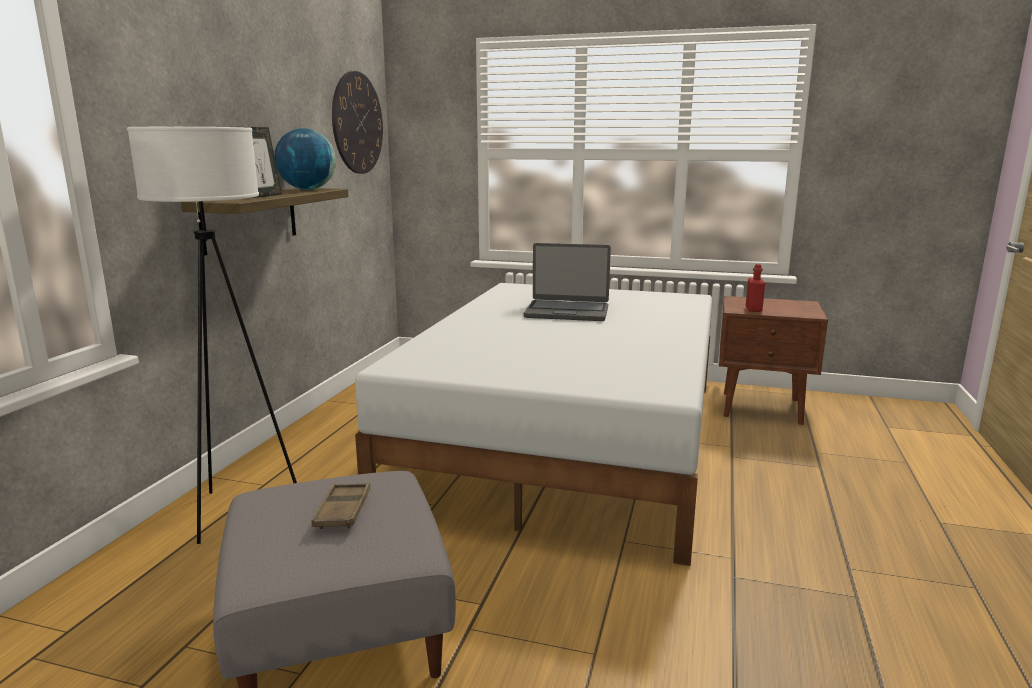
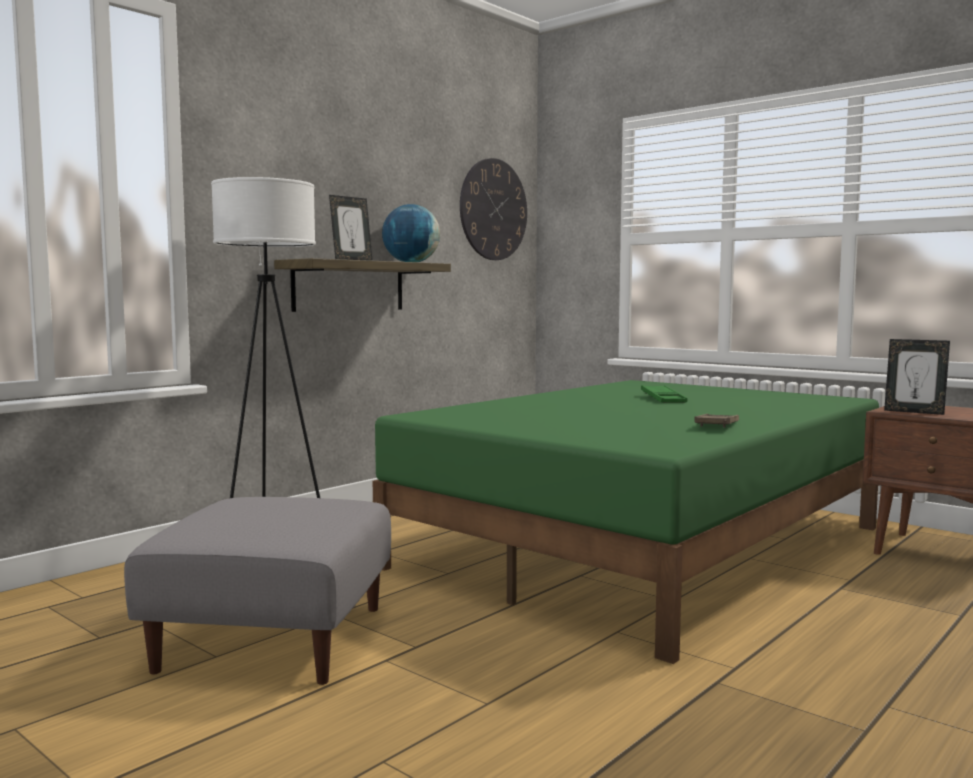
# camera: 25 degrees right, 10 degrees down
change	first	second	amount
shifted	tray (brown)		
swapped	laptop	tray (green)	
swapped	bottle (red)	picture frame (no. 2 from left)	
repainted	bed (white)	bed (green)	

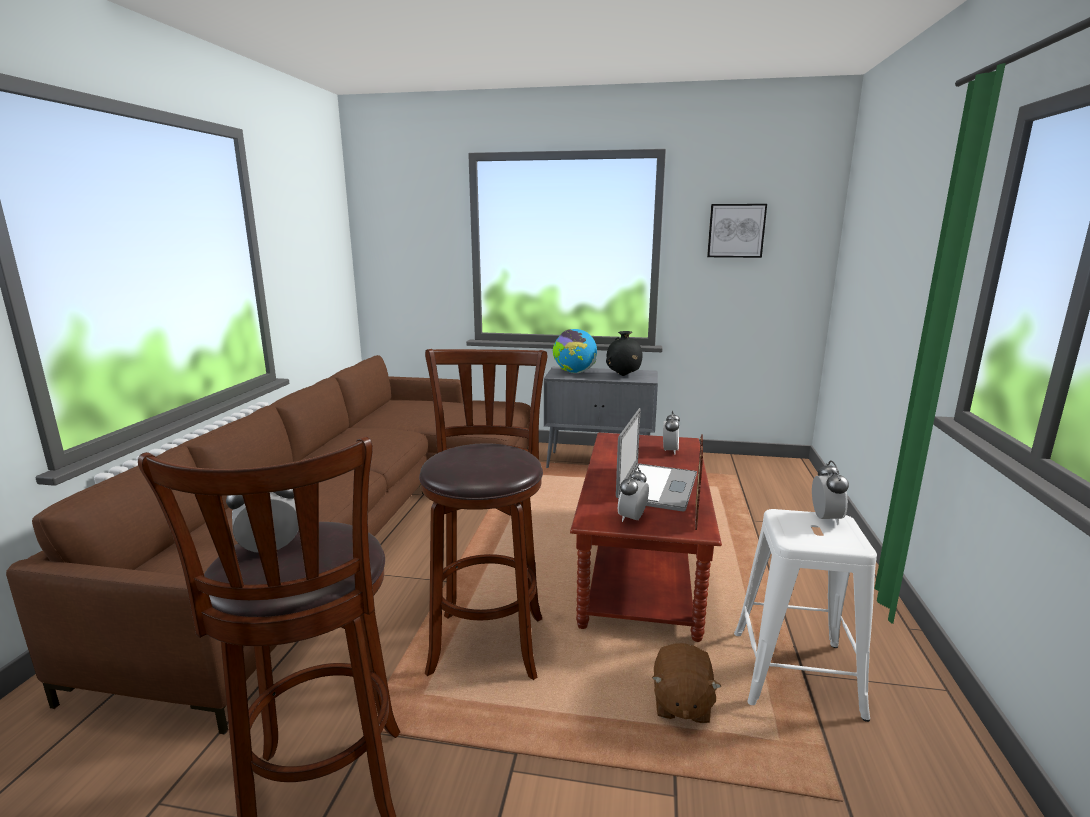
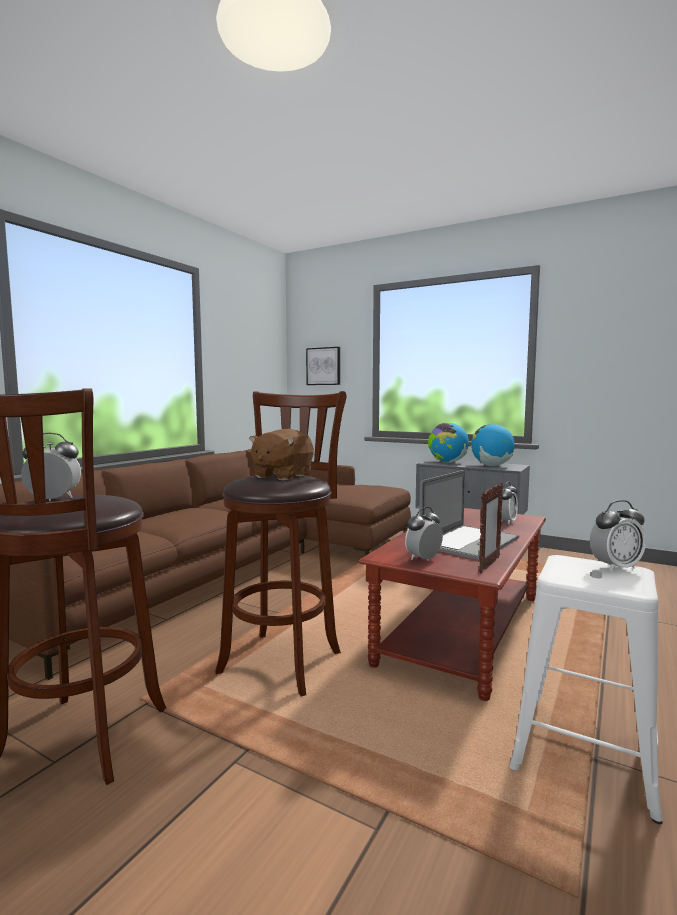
# camera: 20 degrees right, 10 degrees down
change	first	second	amount
shifted	plush toy (brown)		
shifted	picture		
swapped	vase (black)	globe (no. 2 from left)	
rotated	alarm clock (no. 4 from left)		45 degrees clockwise

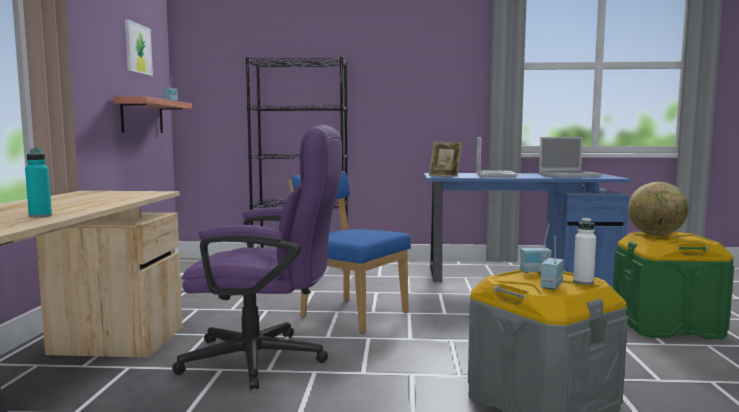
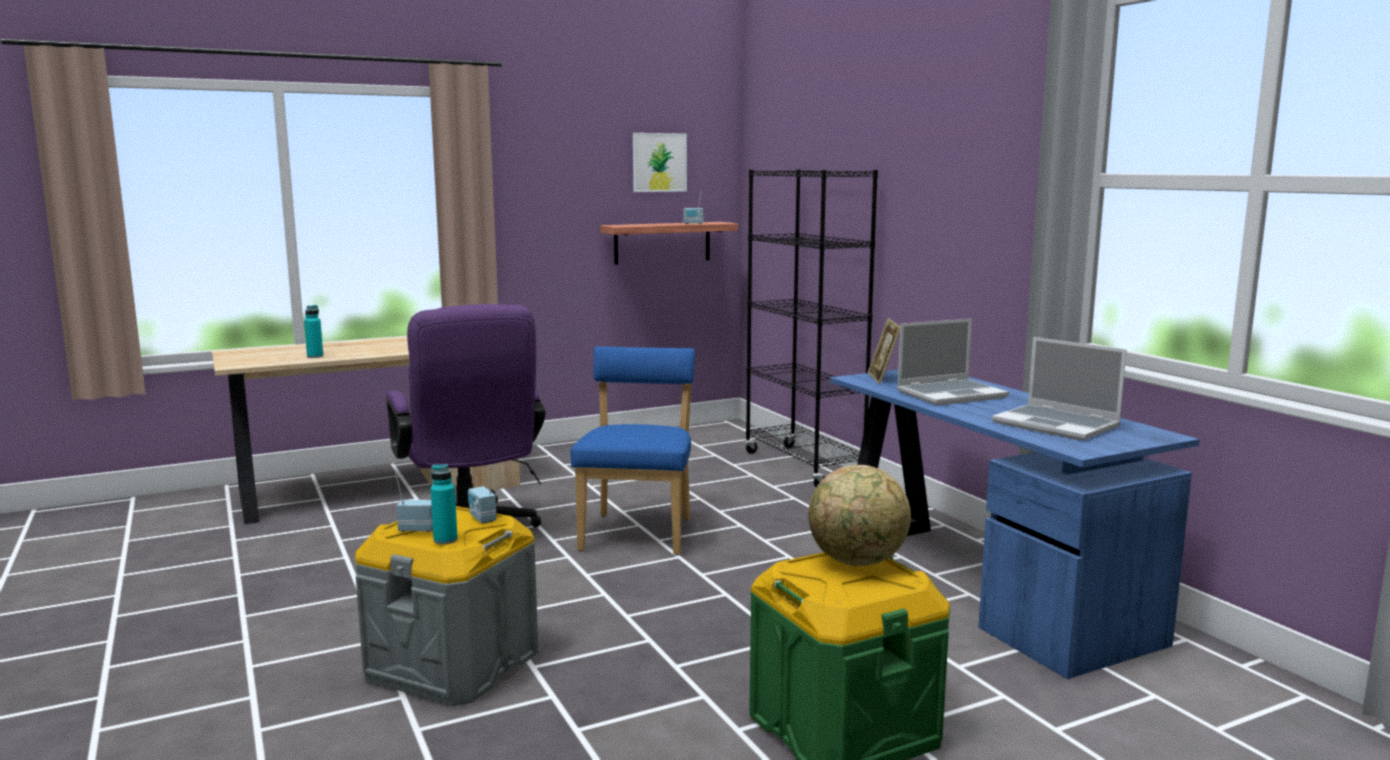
# camera: 60 degrees right, 5 degrees up
change	first	second	amount
repainted	bottle (white)	bottle (turquoise) (no. 2 from left)	

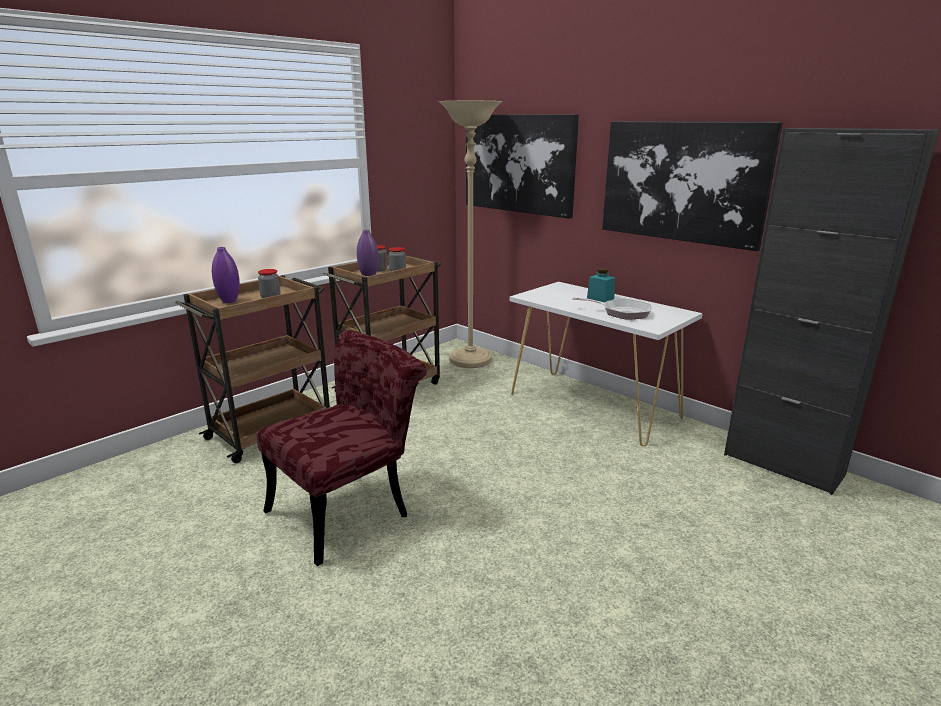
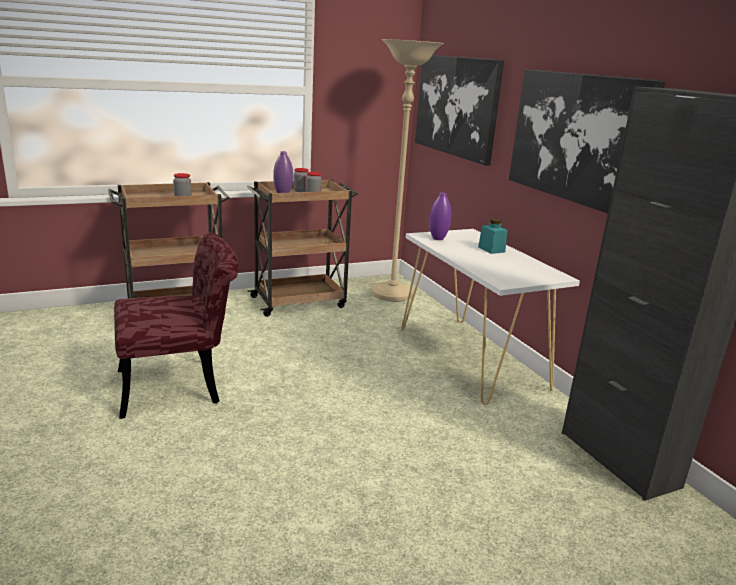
# camera: 20 degrees right, 0 degrees up
change	first	second	amount
gone	frying pan		
shifted	vase (purple) (no. 1 from left in the first image)	vase (purple) (no. 2 from left)	

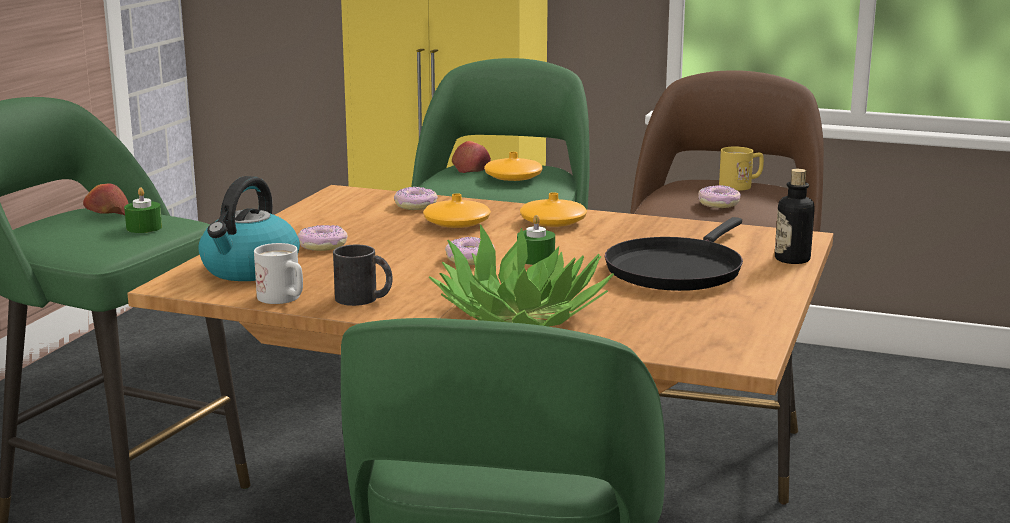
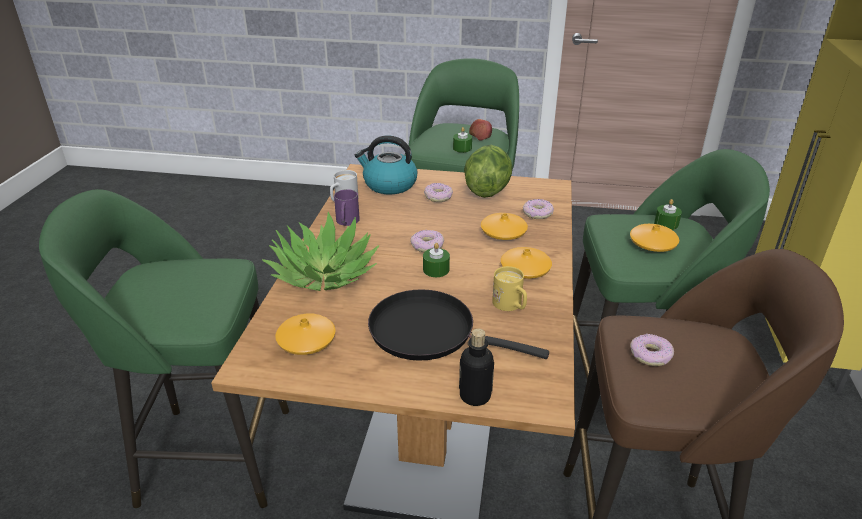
# camera: 80 degrees right, 15 degrees up
change	first	second	amount
new		vase (orange) (no. 1 from left)	
new		lettuce	
shifted	mug (yellow)		
swapped	apple (no. 2 from left)	candle (green) (no. 3 from left)	
repainted	mug (black)	mug (purple)	

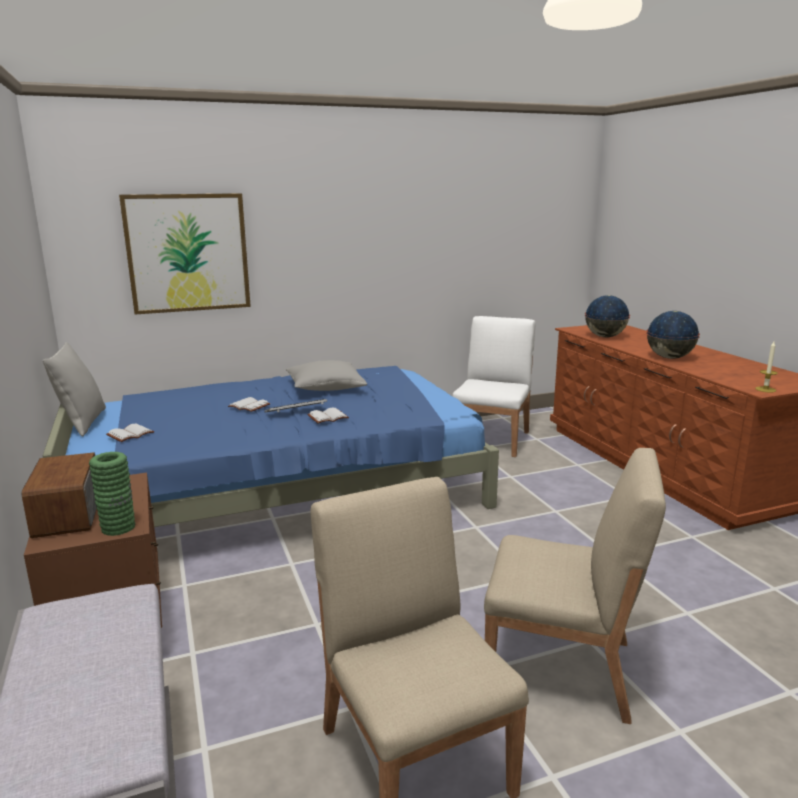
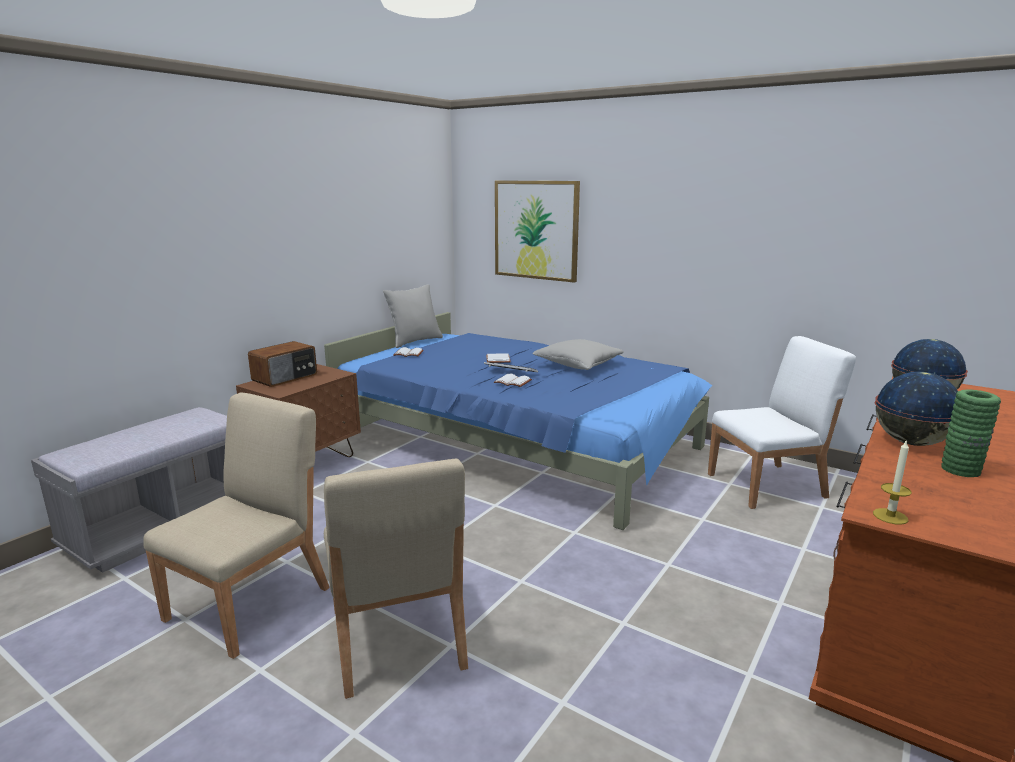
# camera: 55 degrees right, 0 degrees up
change	first	second	amount
shifted	vase (green)		

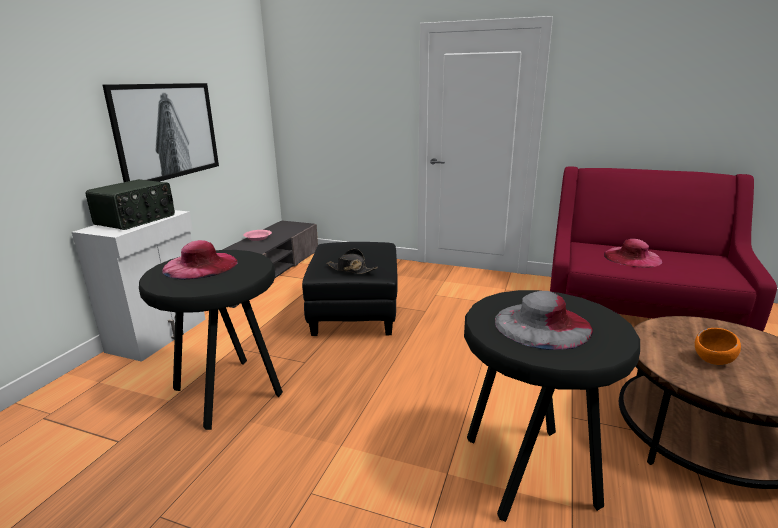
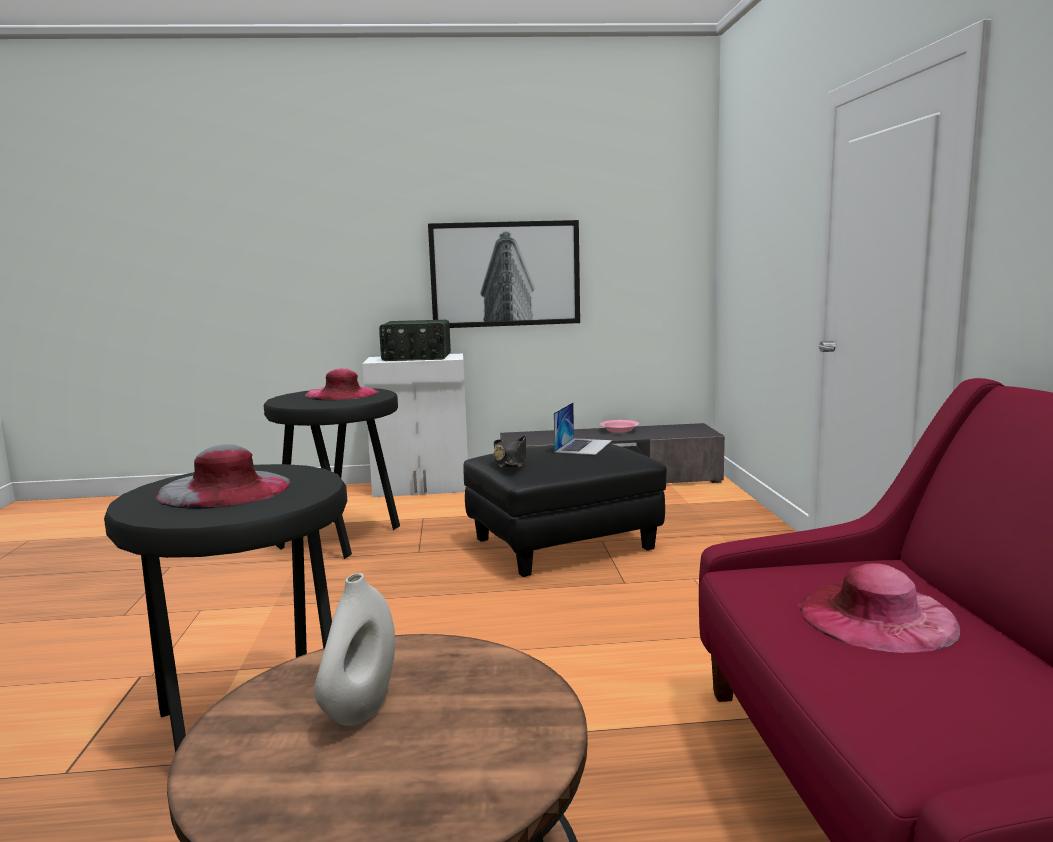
# camera: 65 degrees right, 10 degrees down
change	first	second	amount
new		laptop	
swapped	bowl (orange)	vase (white)	

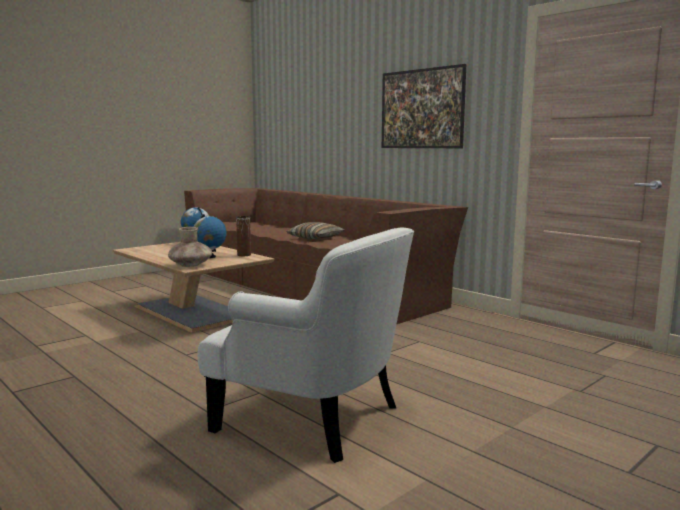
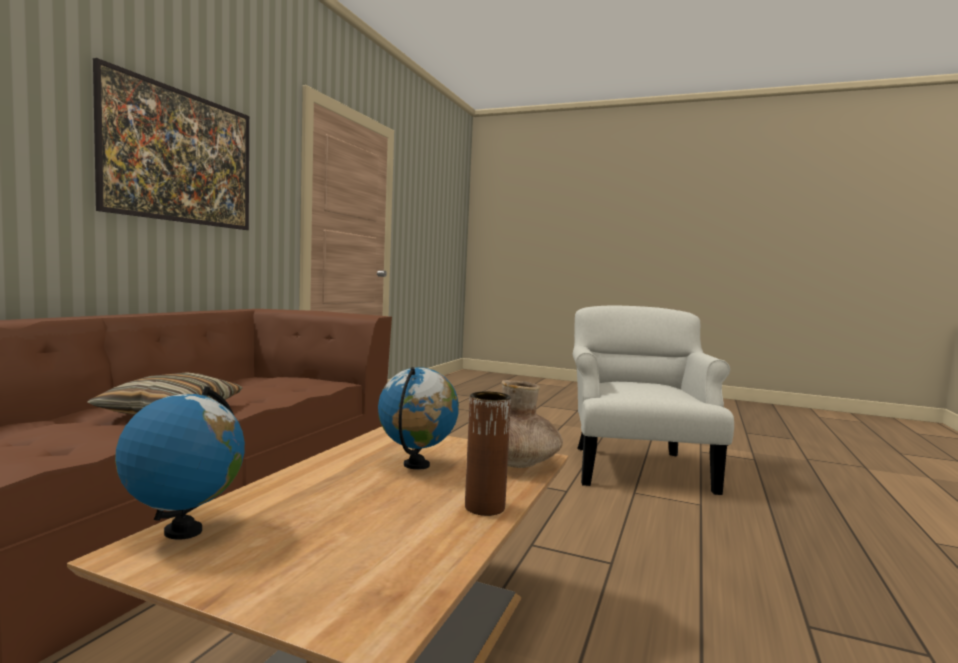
# camera: 115 degrees left, 5 degrees down
change	first	second	amount
shifted	vase (brown) (no. 2 from left in the first image)	vase (brown) (no. 1 from left)	

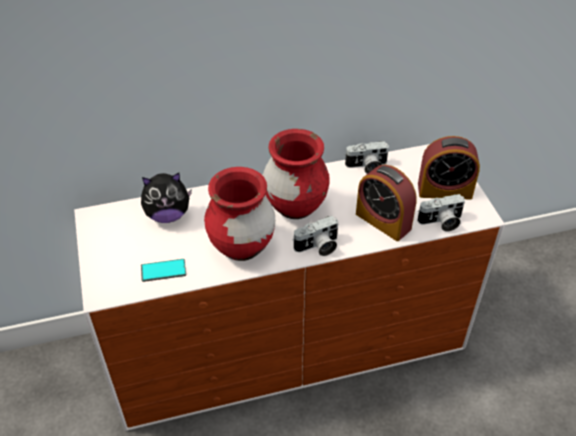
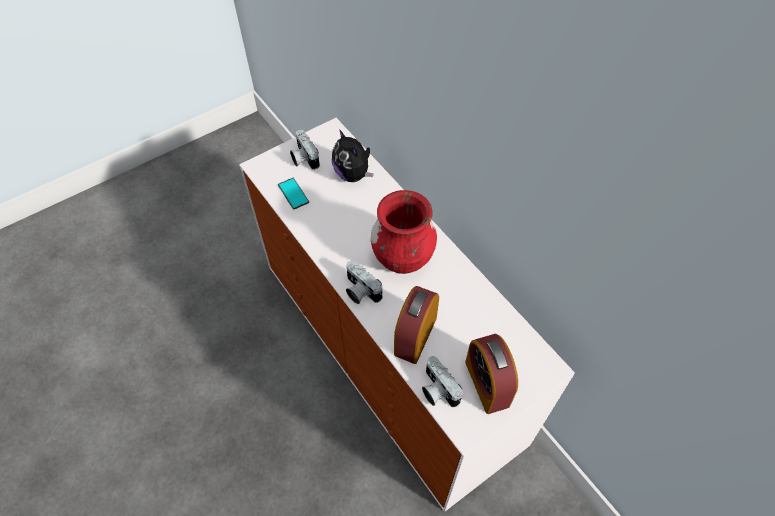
# camera: 70 degrees right, 10 degrees up
change	first	second	amount
gone	vase (red) (no. 1 from left)		
shifted	photo camera (no. 2 from left in the first image)	photo camera (no. 1 from left)	

